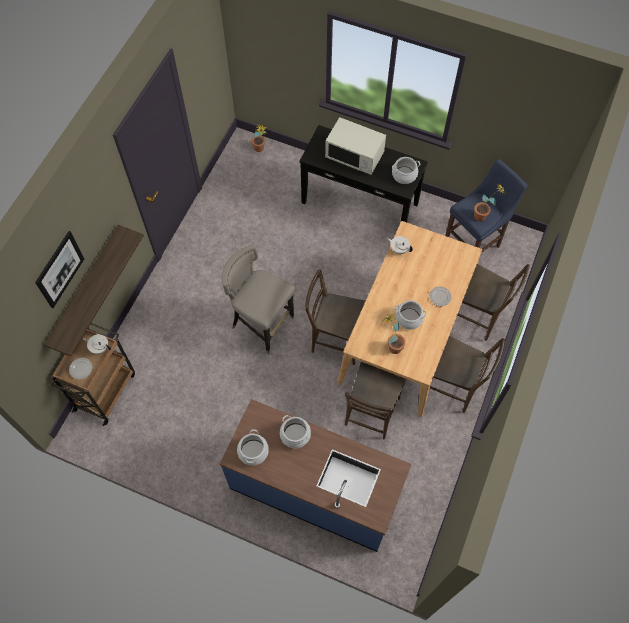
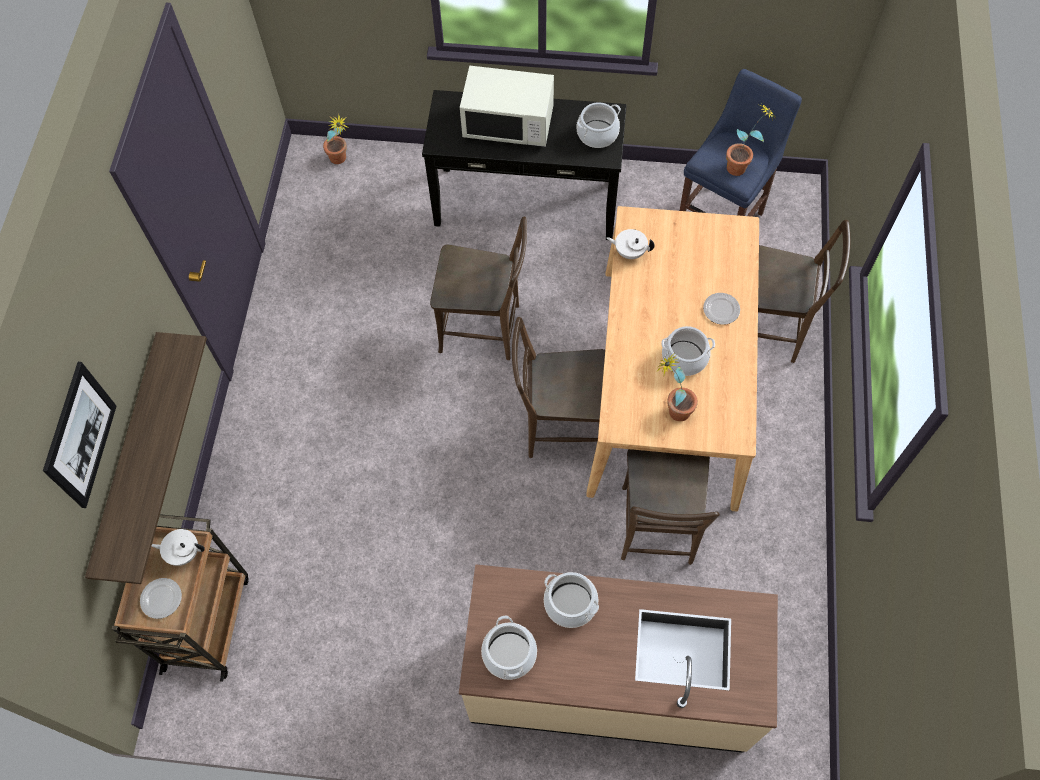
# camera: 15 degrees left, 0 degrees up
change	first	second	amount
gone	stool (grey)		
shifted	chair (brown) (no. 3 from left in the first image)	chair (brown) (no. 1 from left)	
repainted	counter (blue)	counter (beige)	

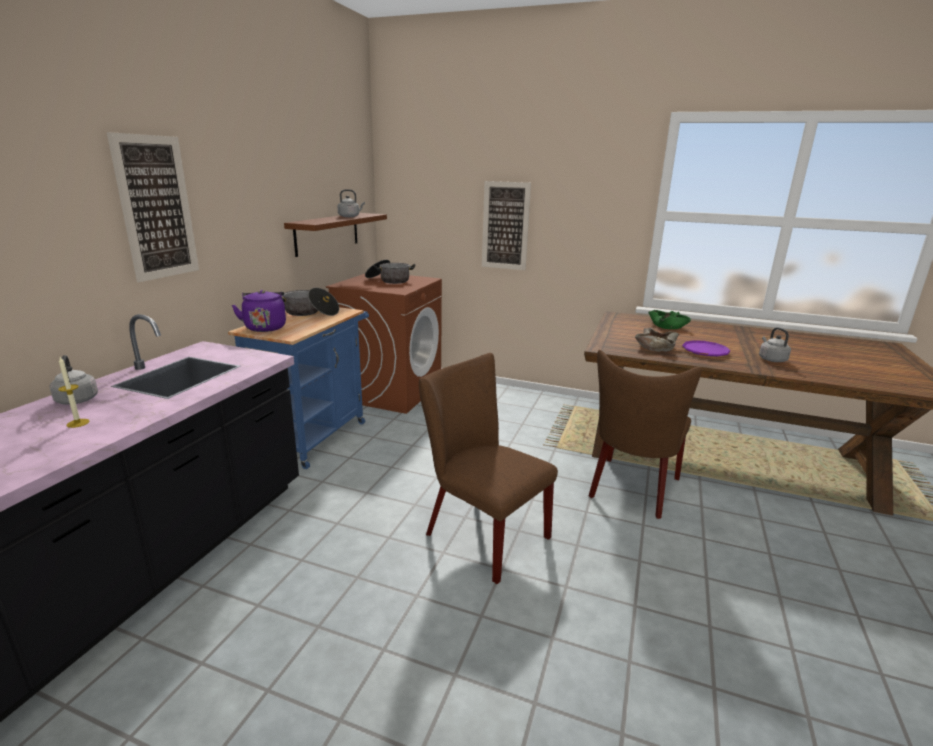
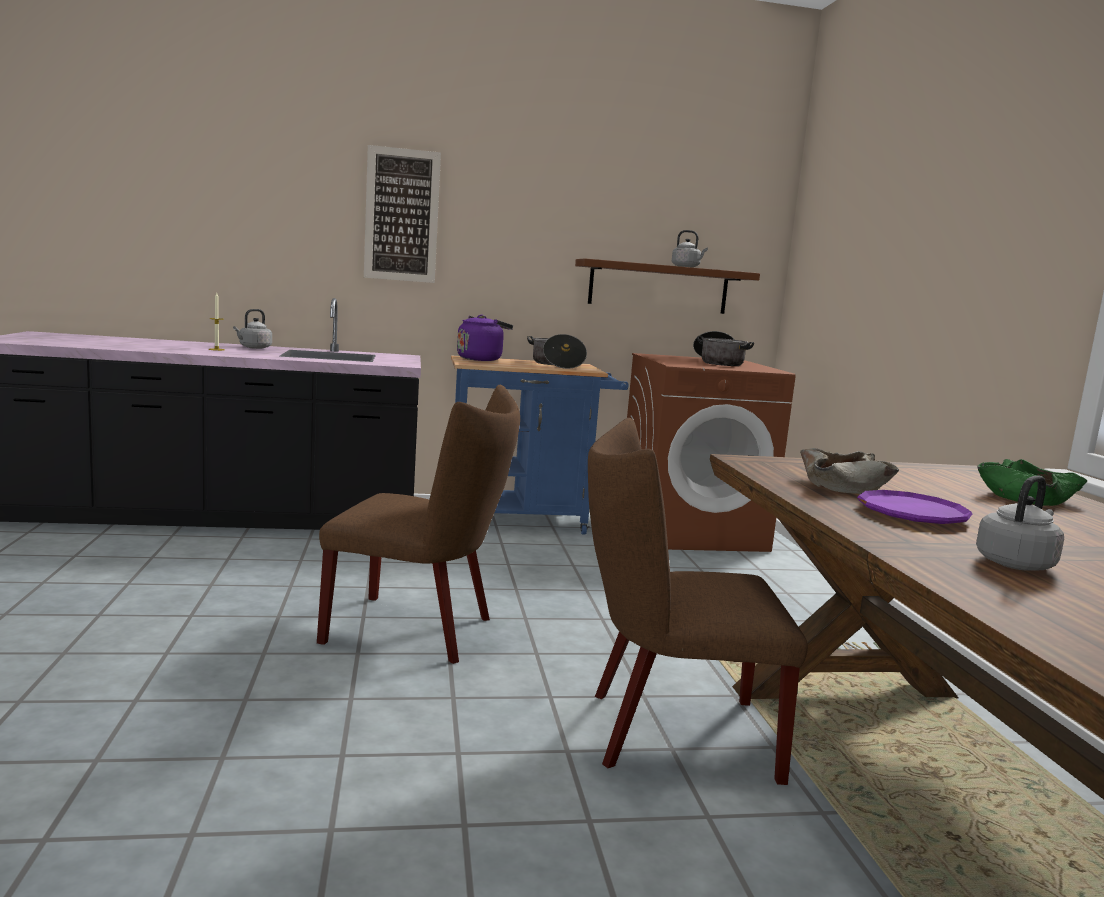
# camera: 60 degrees right, 10 degrees down
change	first	second	amount
gone	picture (no. 2 from left)		
rotated	chair (brown) (no. 1 from left)		90 degrees clockwise

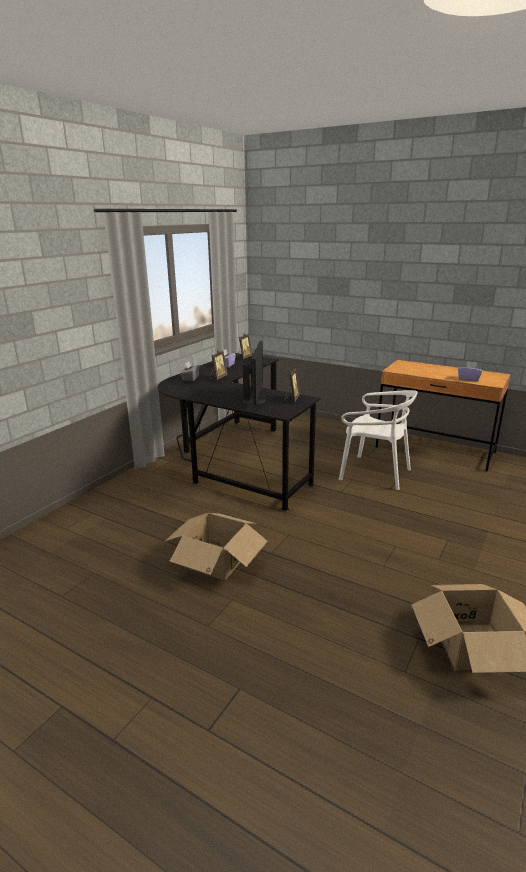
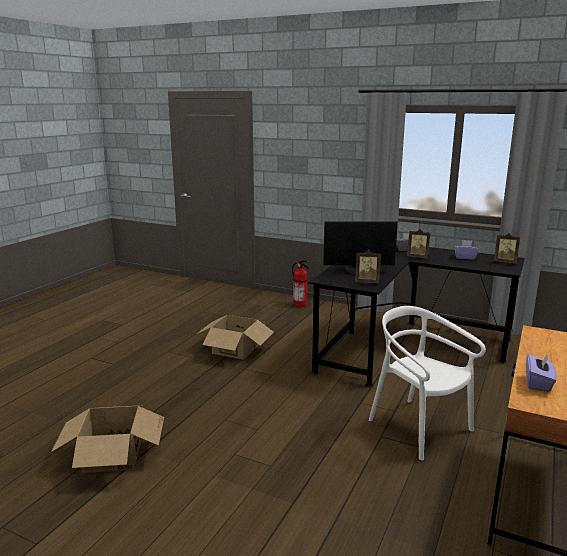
# camera: 85 degrees right, 5 degrees down
change	first	second	amount
new		fire extinguisher	
rotated	chair (white)		120 degrees clockwise

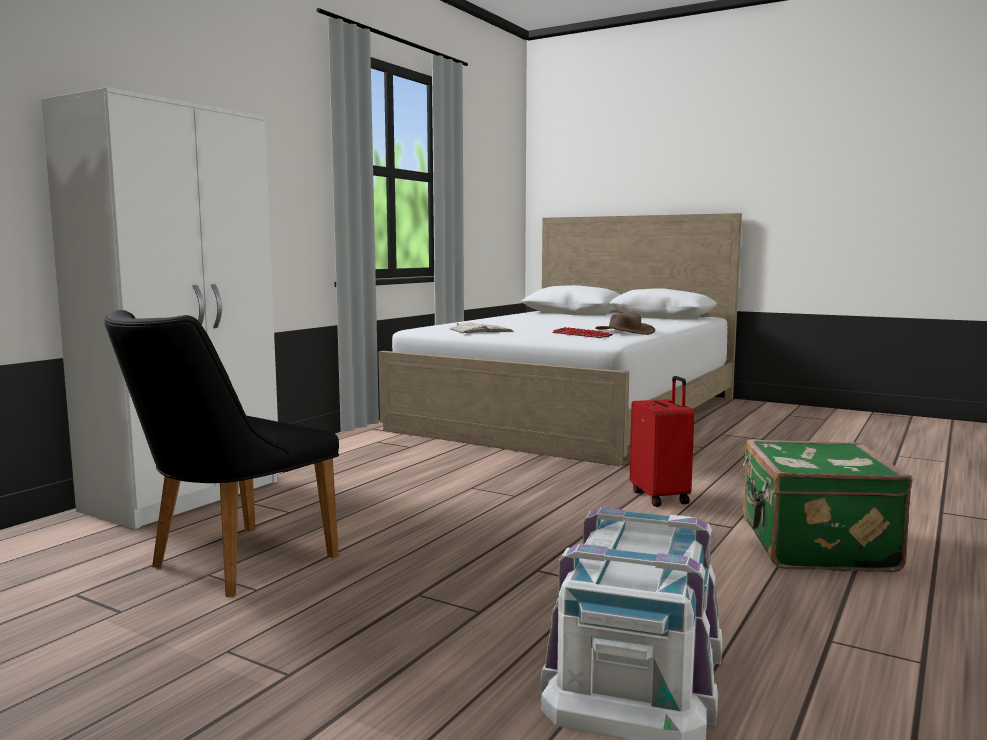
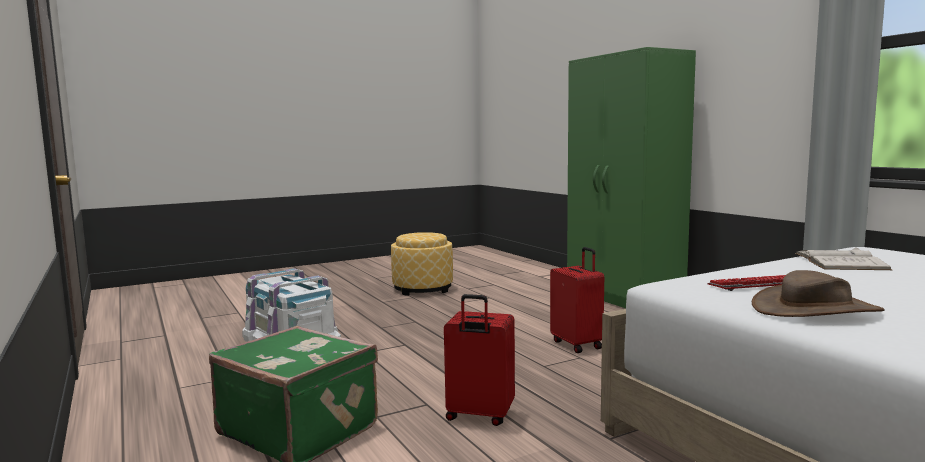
# camera: 120 degrees right, 0 degrees up
change	first	second	amount
gone	chair (black)		
new		ottoman	
new		suitcase (red) (no. 2 from left)	
repainted	wardrobe (white)	wardrobe (green)	

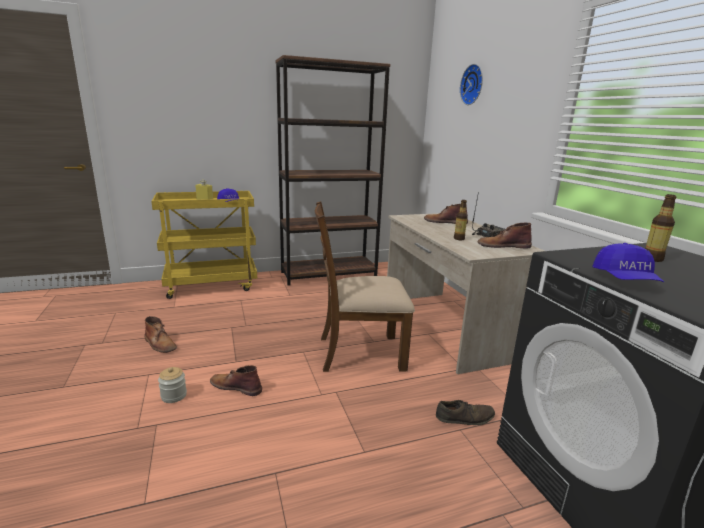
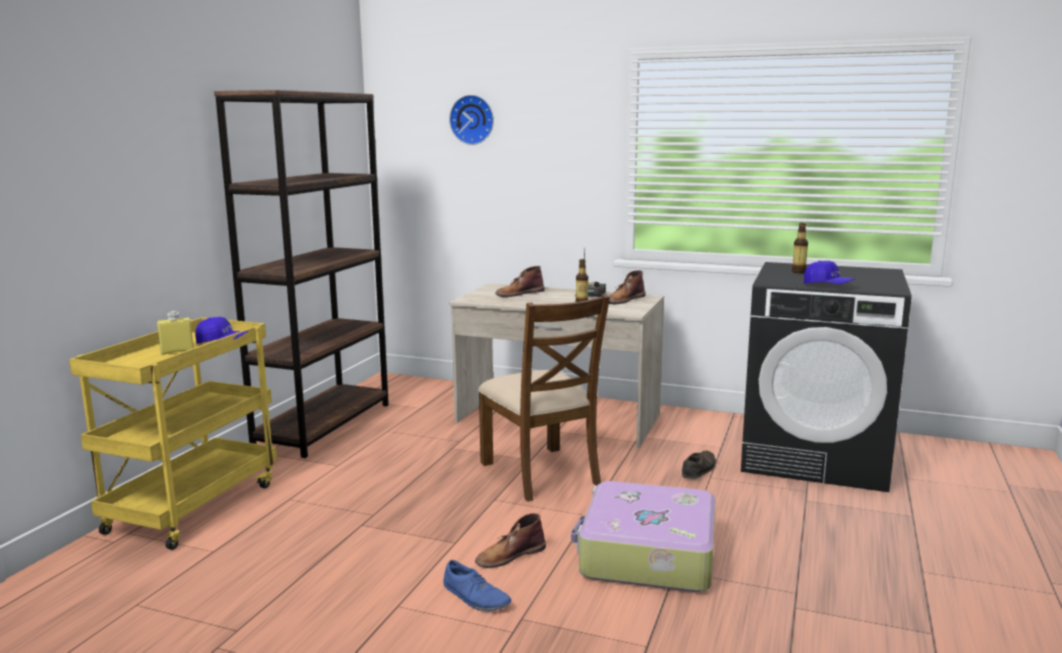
# camera: 50 degrees left, 5 degrees down
change	first	second	amount
gone	boot (brown) (no. 1 from left)		
new		suitcase	
swapped	jar	shoe (blue)	
rotated	chair (brown)		60 degrees counterclockwise

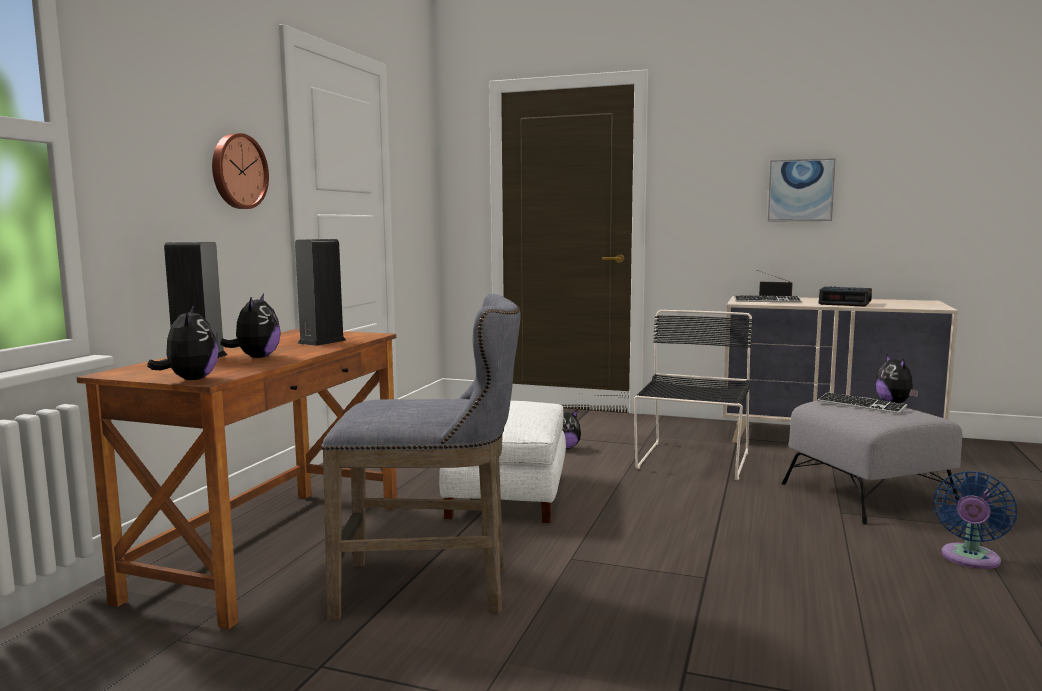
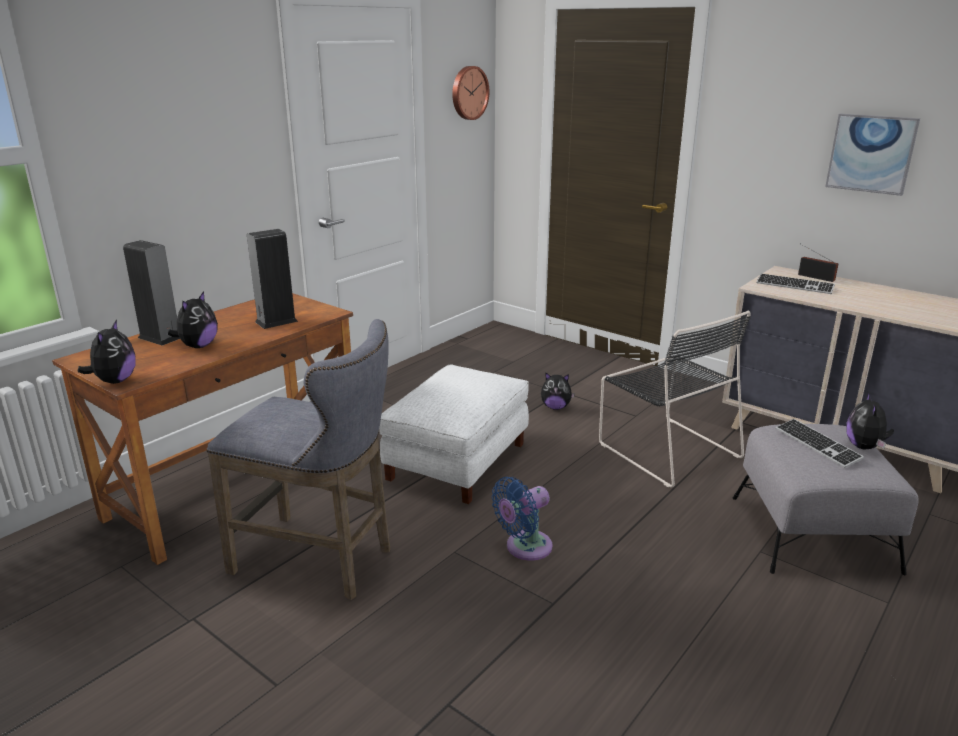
# camera: 20 degrees right, 15 degrees up
change	first	second	amount
gone	alarm clock		
shifted	wall clock		
shifted	fan (blue)		
rotated	chair (black)		105 degrees clockwise

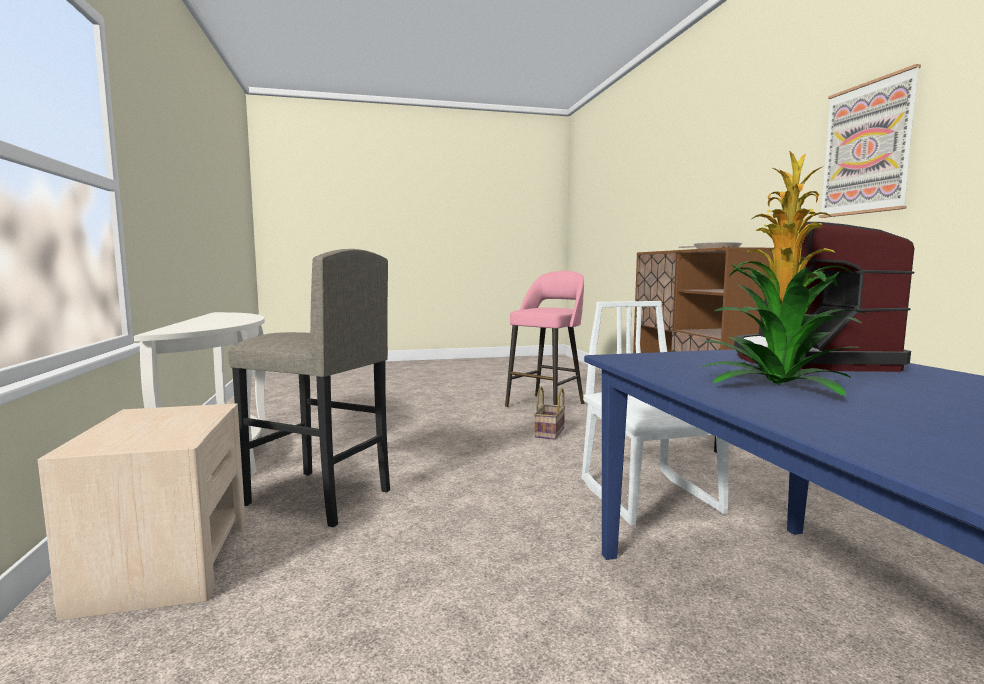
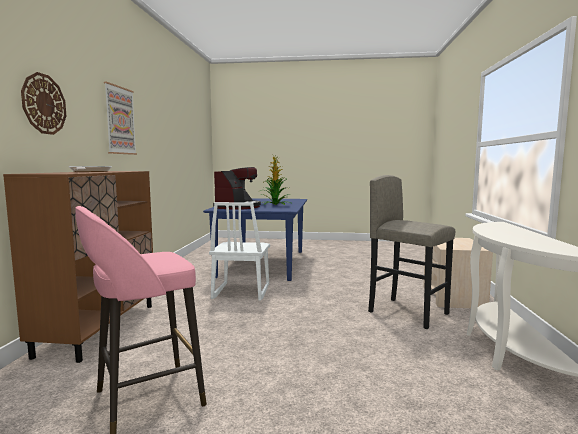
# camera: 160 degrees left, 0 degrees up
change	first	second	amount
gone	basket		
new		wall clock	

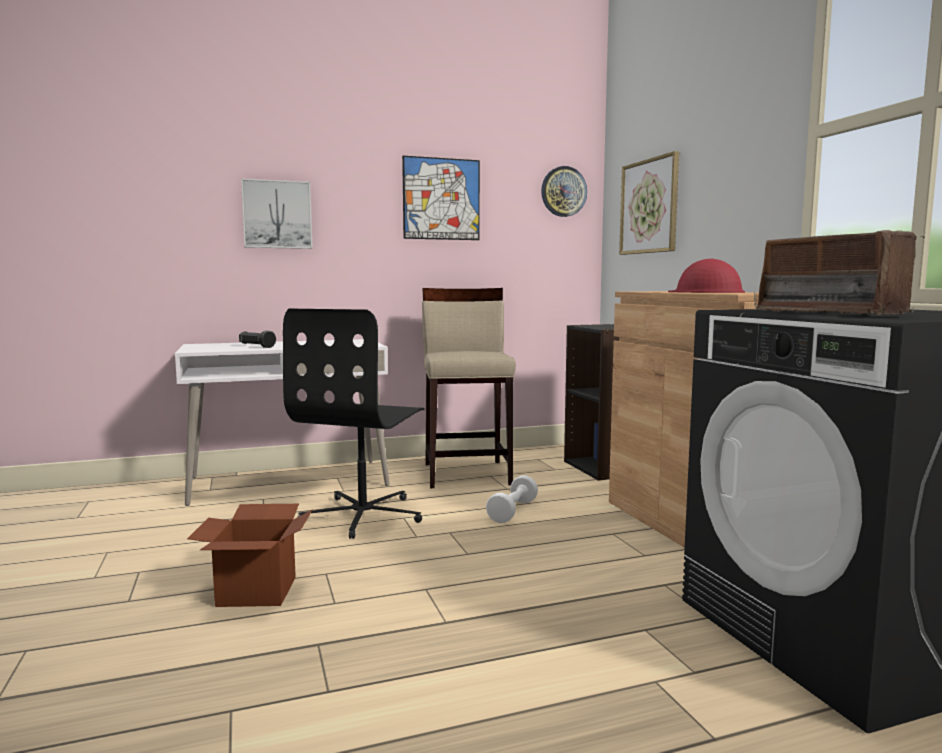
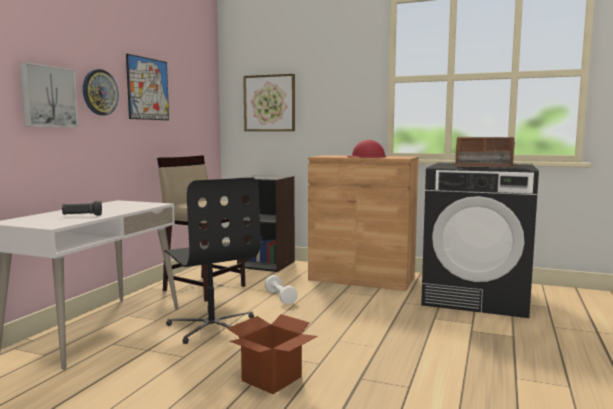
# camera: 50 degrees left, 0 degrees up
change	first	second	amount
shifted	wall clock		

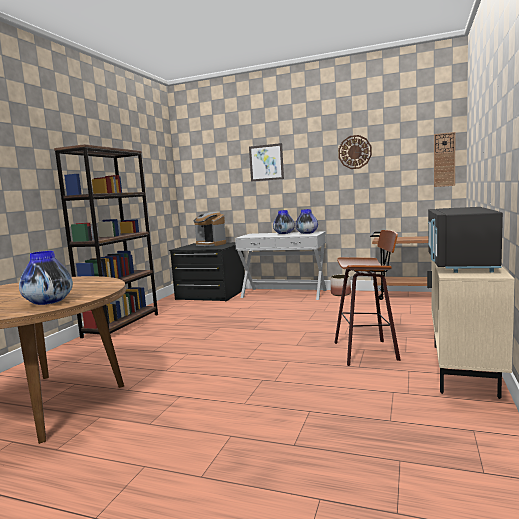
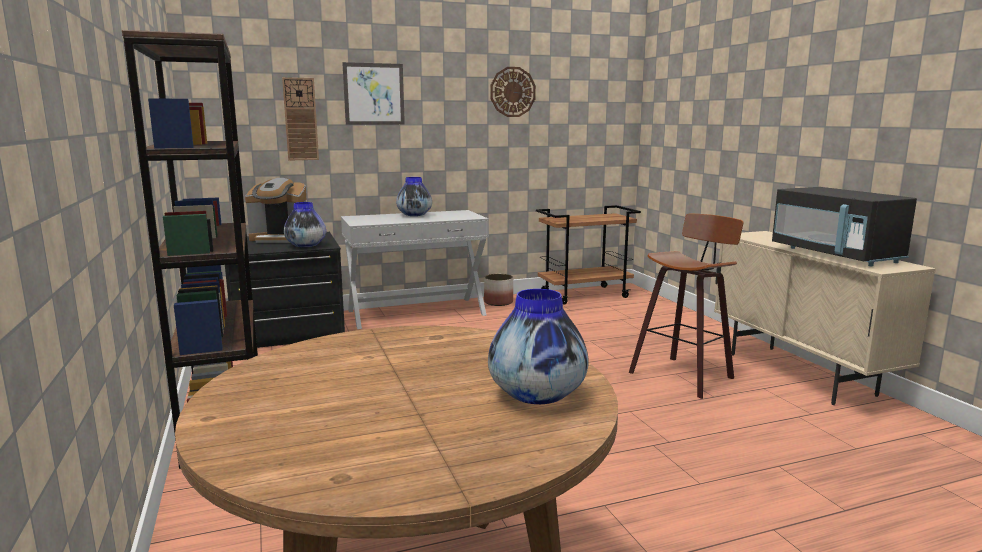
# camera: 40 degrees left, 5 degrees up
change	first	second	amount
shifted	vase (no. 3 from left in the first image)	vase (no. 1 from left)	
shifted	wall clock (no. 2 from left in the first image)	wall clock (no. 1 from left)	

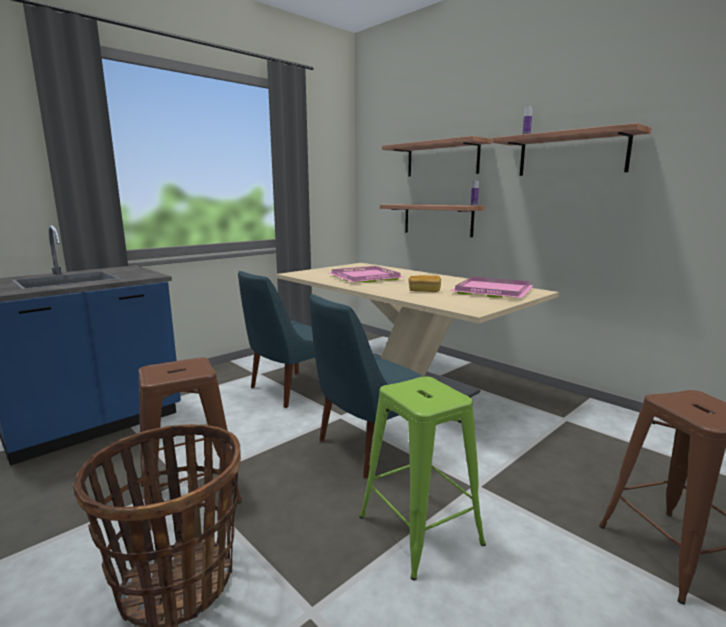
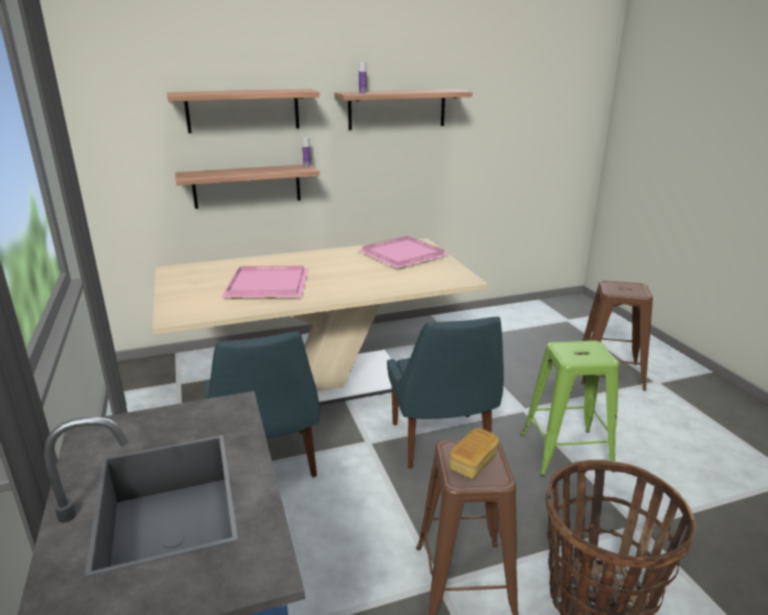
# camera: 65 degrees left, 10 degrees up
change	first	second	amount
shifted	bread		

